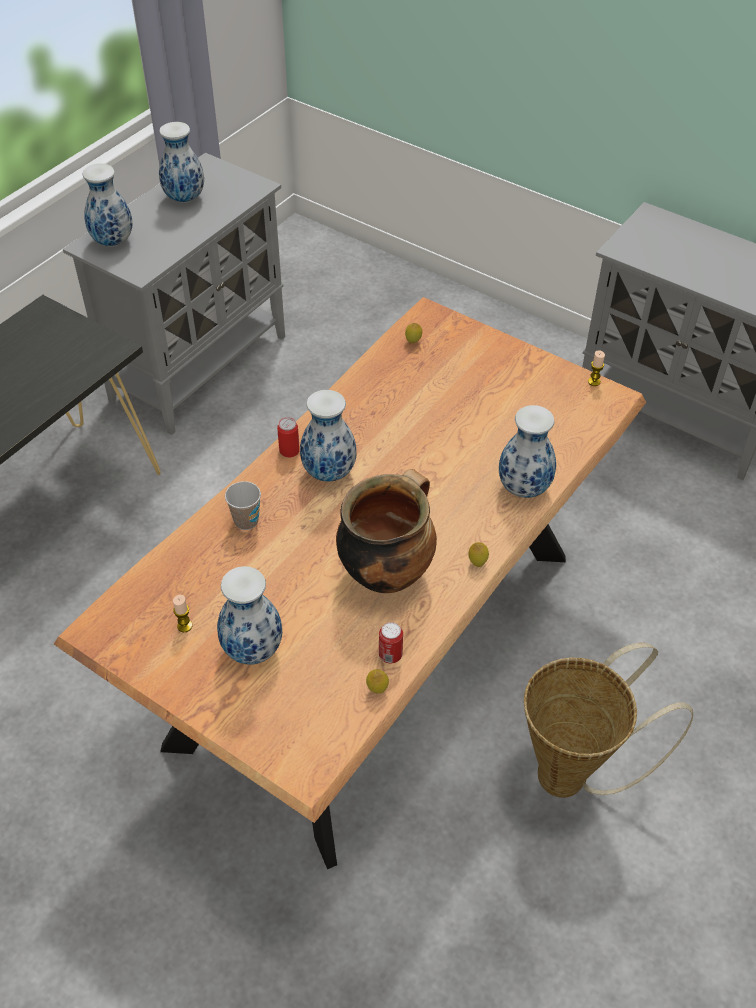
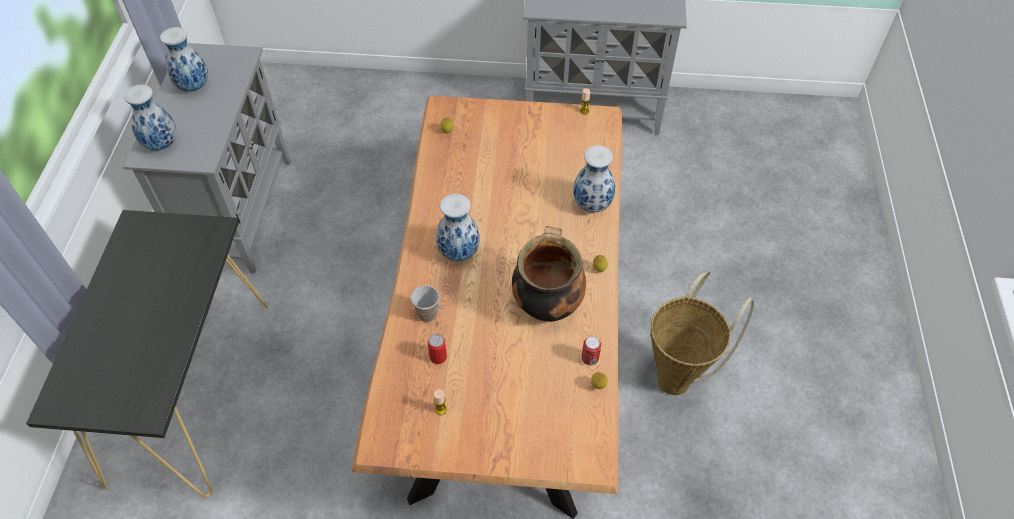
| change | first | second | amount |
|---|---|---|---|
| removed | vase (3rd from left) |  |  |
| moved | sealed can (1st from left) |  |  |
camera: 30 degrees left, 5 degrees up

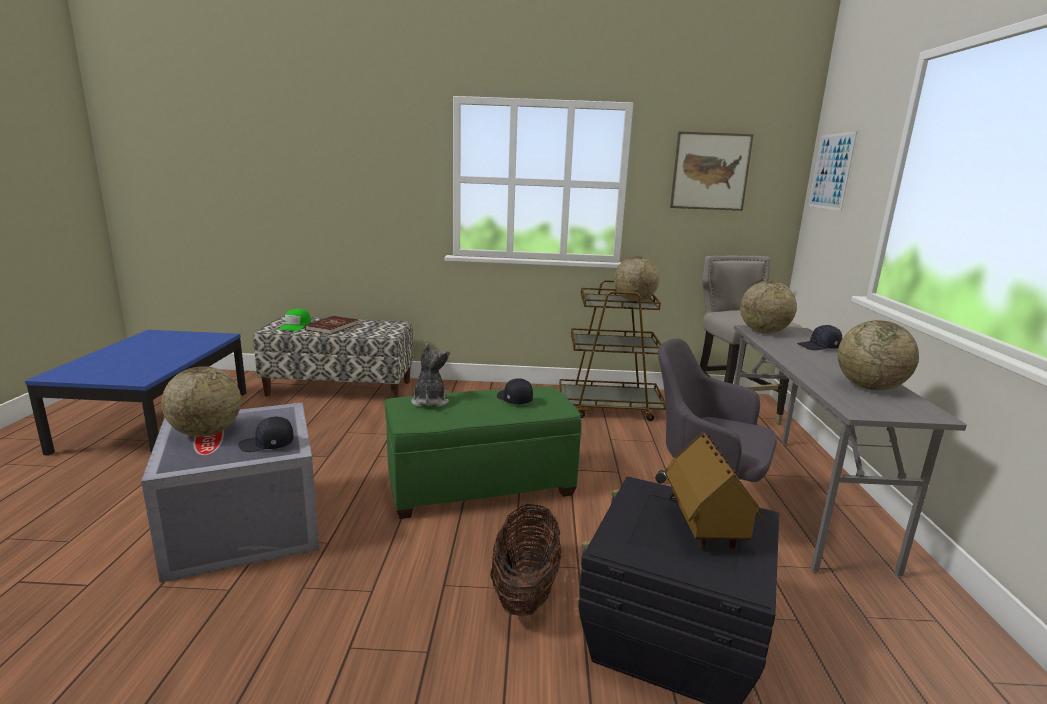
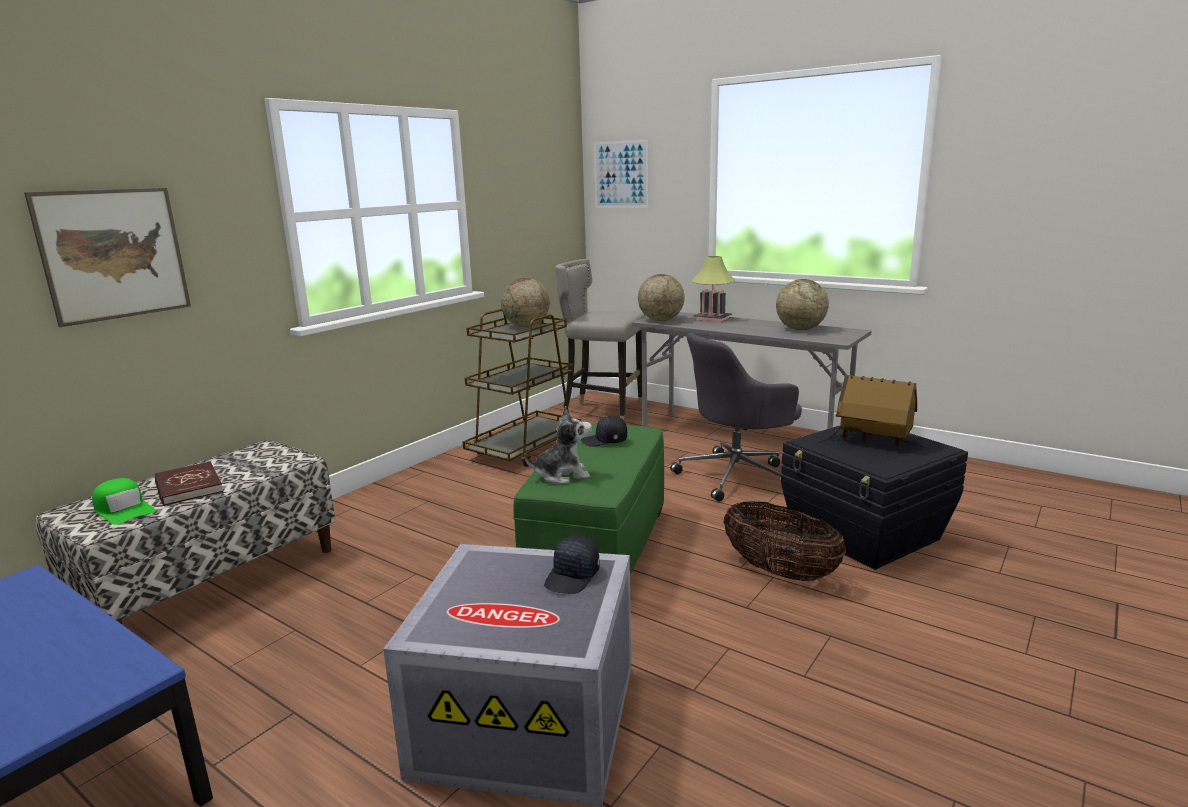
| change | first | second | amount |
|---|---|---|---|
| removed | globe (1st from left) |  |  |
| moved | wall picture (1st from left) |  |  |
| replaced | cap (black) (3rd from left) | table lamp |  |
| turned | soft toy |  | 135 degrees clockwise |
camera: 55 degrees left, 0 degrees up

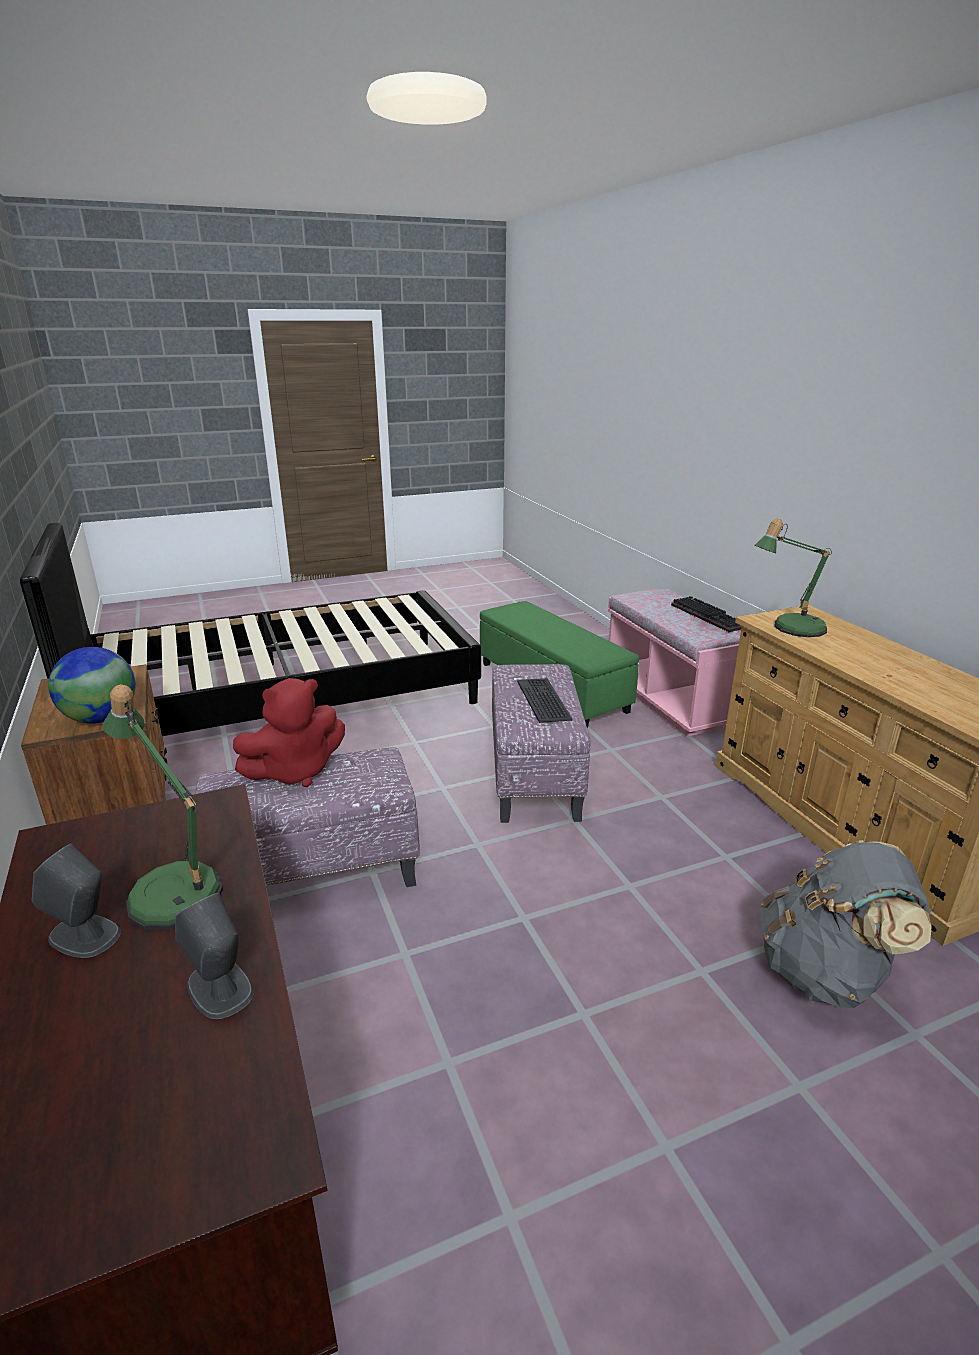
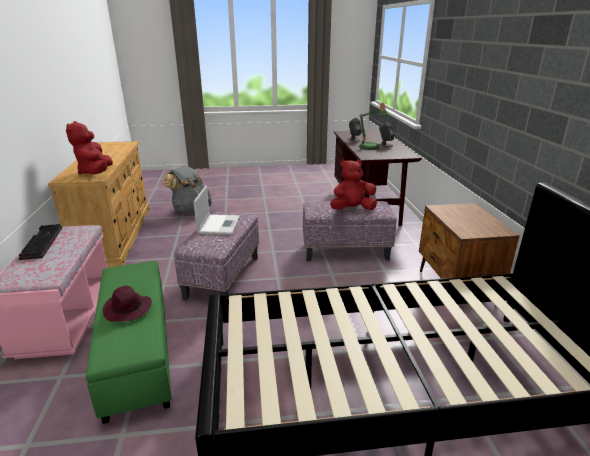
| change | first | second | amount |
|---|---|---|---|
| removed | globe |  |  |
| added |  | wearable hat (purple-coloured) |  |
| replaced | keyboard (1st from left) | notebook computer |  |
| replaced | table lamp (2nd from left) | soft toy (reddish) (1st from left) |  |
camera: 165 degrees left, 0 degrees up

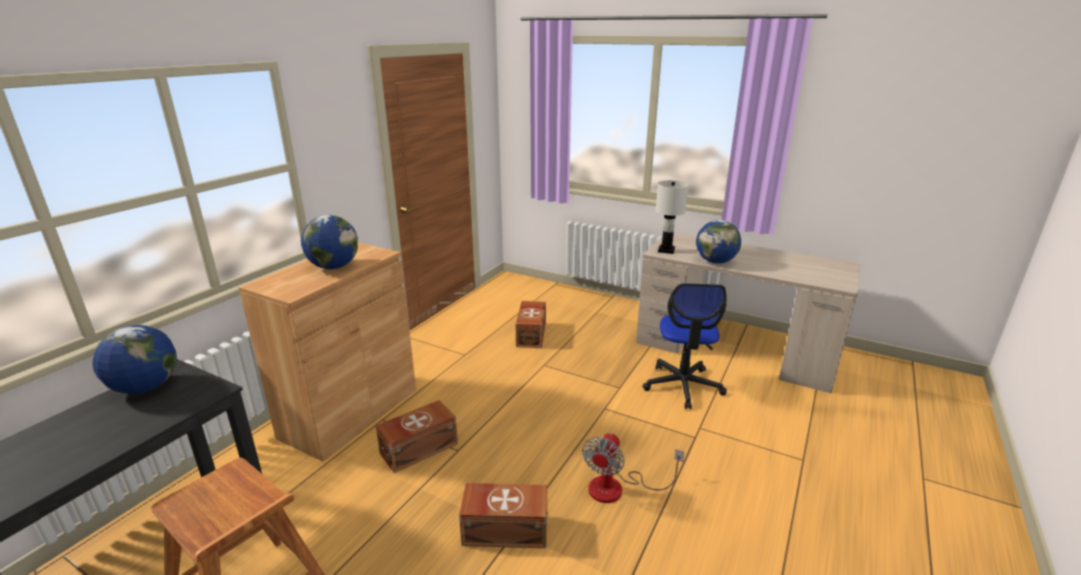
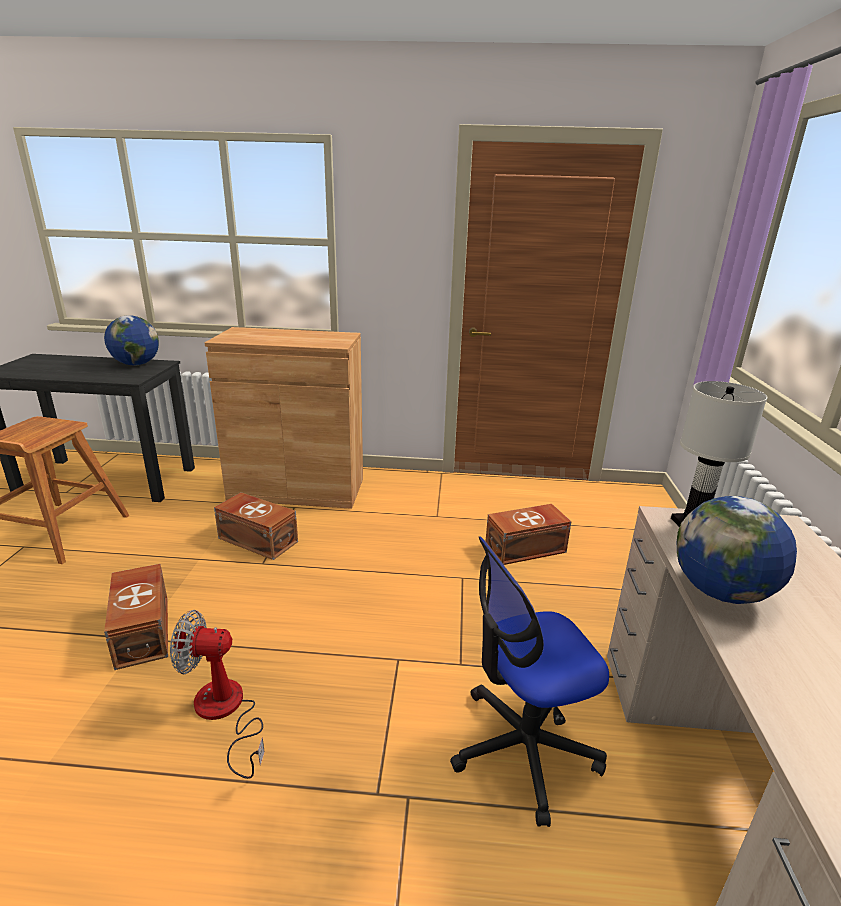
| change | first | second | amount |
|---|---|---|---|
| removed | globe (2nd from left) |  |  |
camera: 65 degrees right, 0 degrees up

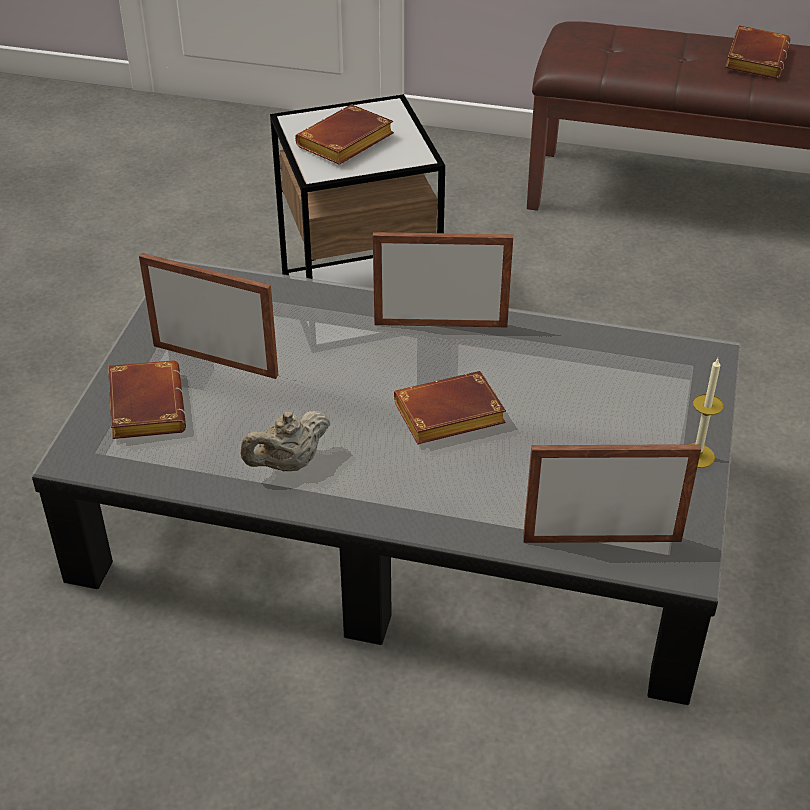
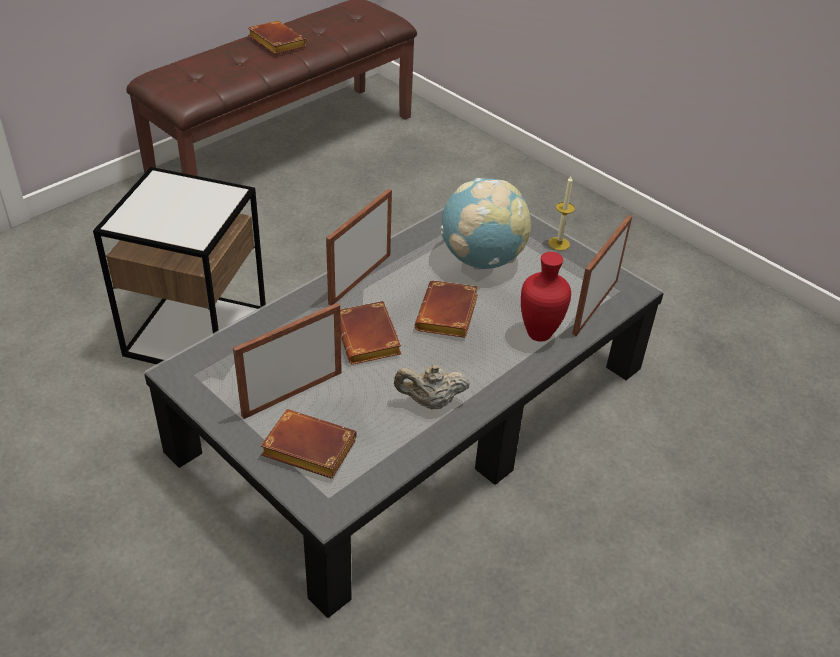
| change | first | second | amount |
|---|---|---|---|
| added |  | globe |  |
| added |  | vase (reddish) |  |
| moved | volume (brownish) (2nd from left in the first image) | volume (brownish) (3rd from left) |  |
| turned | pot for tea (beige-coloured) |  | 90 degrees clockwise |
camera: 60 degrees left, 0 degrees up

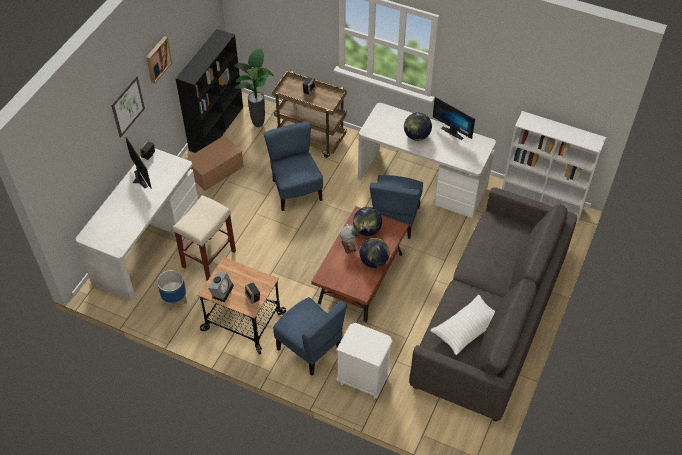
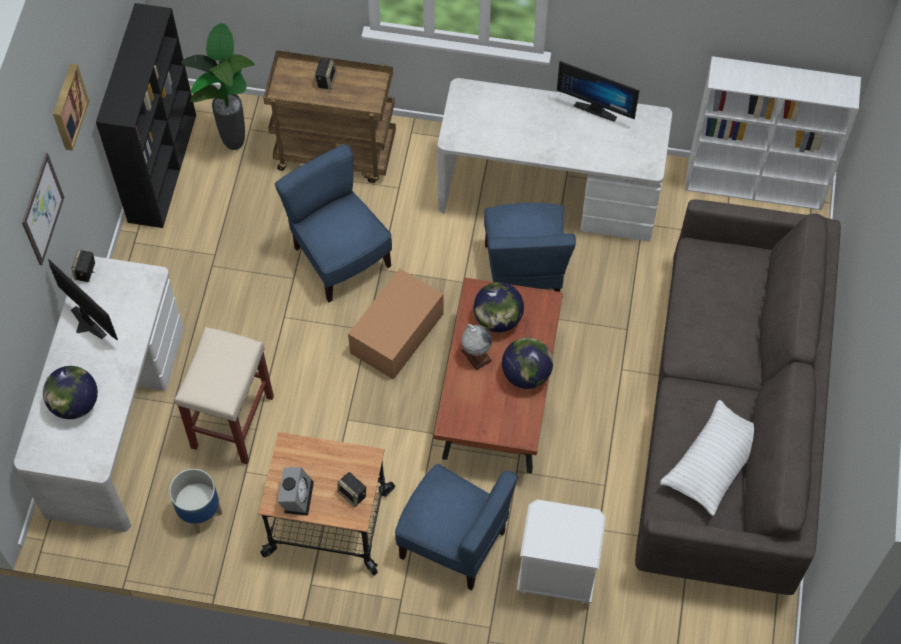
| change | first | second | amount |
|---|---|---|---|
| moved | carton |  |  |
| moved | globe (4th from left in the first image) | globe (1st from left) |  |
camera: 15 degrees left, 10 degrees up

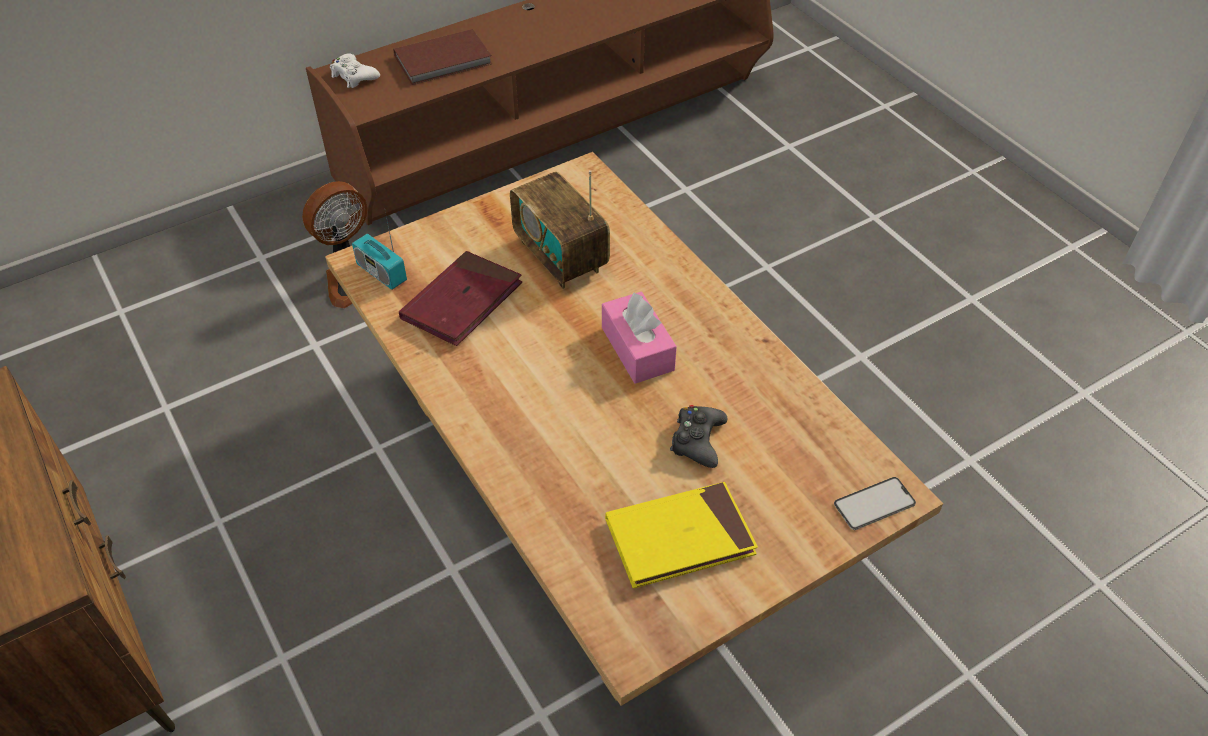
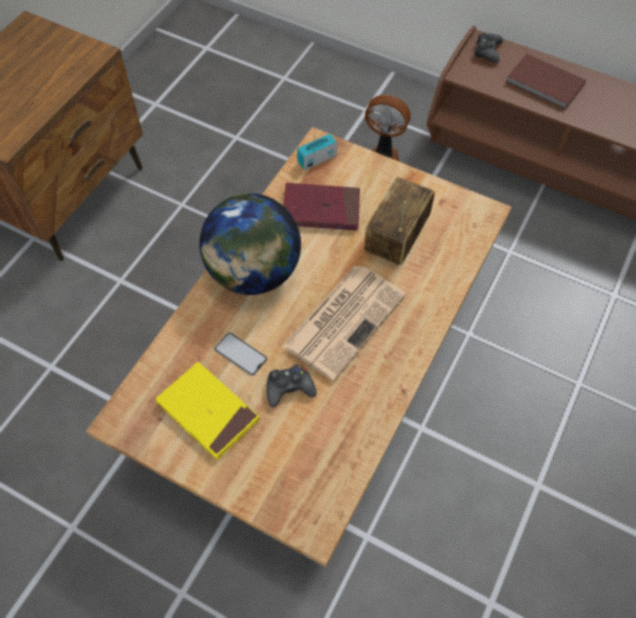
| change | first | second | amount |
|---|---|---|---|
| added |  | globe |  |
| moved | telephone |  |  |
| replaced | tissue box (pinkish) | daily paper |  |
| recoloured | joypad (white-coloured) | joypad (black) (2nd from left) |  |
| turned | radio receiver (1st from left) |  | 45 degrees clockwise |
camera: 60 degrees right, 10 degrees up

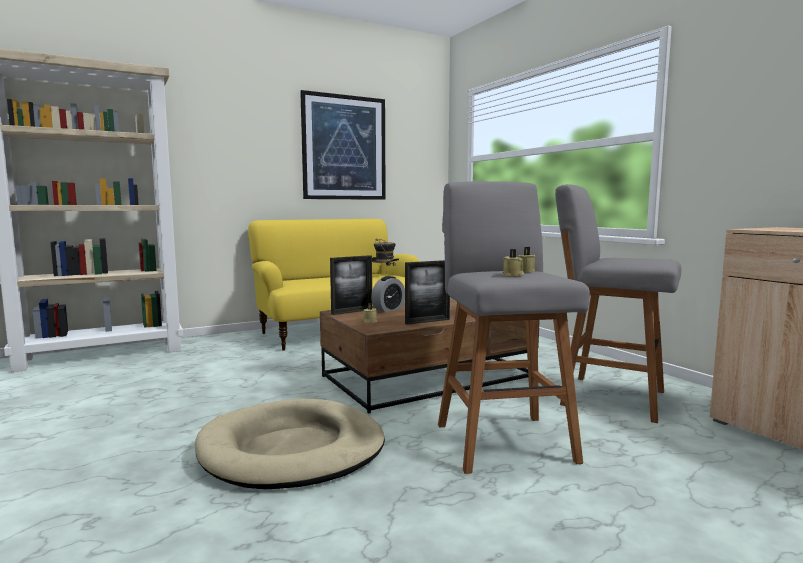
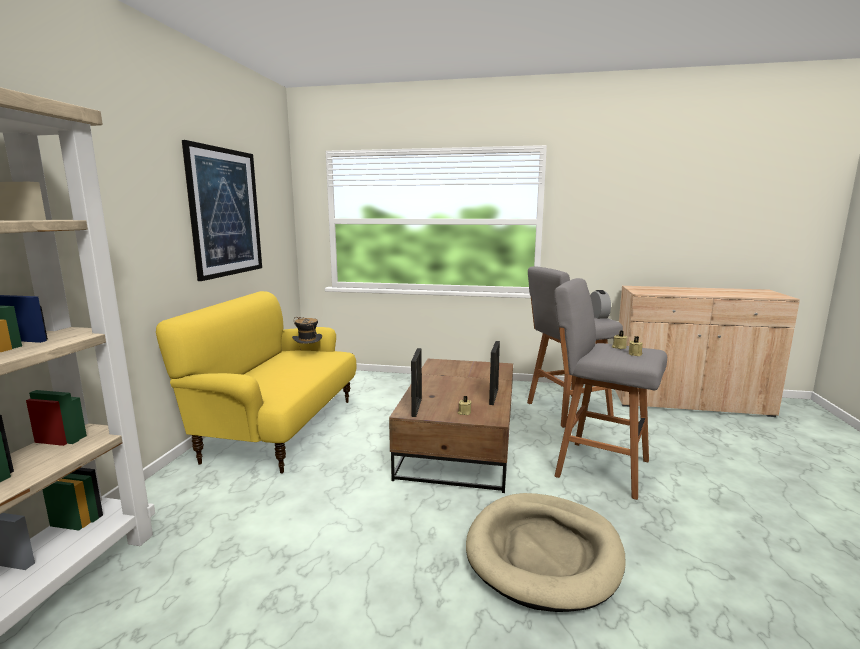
| change | first | second | amount |
|---|---|---|---|
| moved | alarm clock |  |  |
camera: 50 degrees left, 5 degrees up

